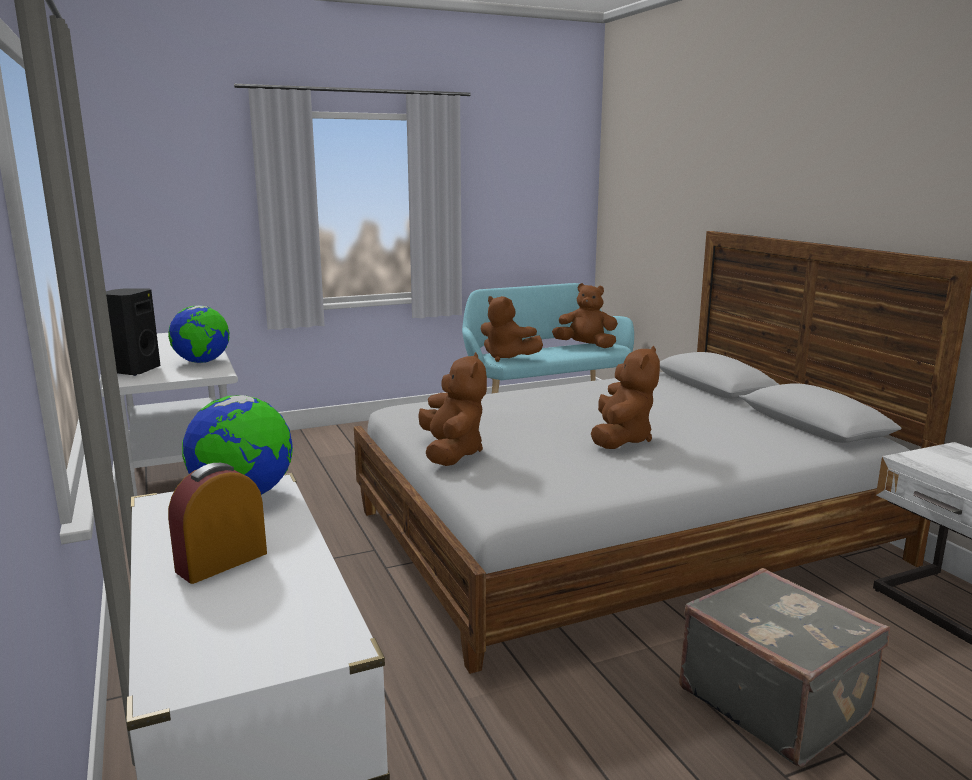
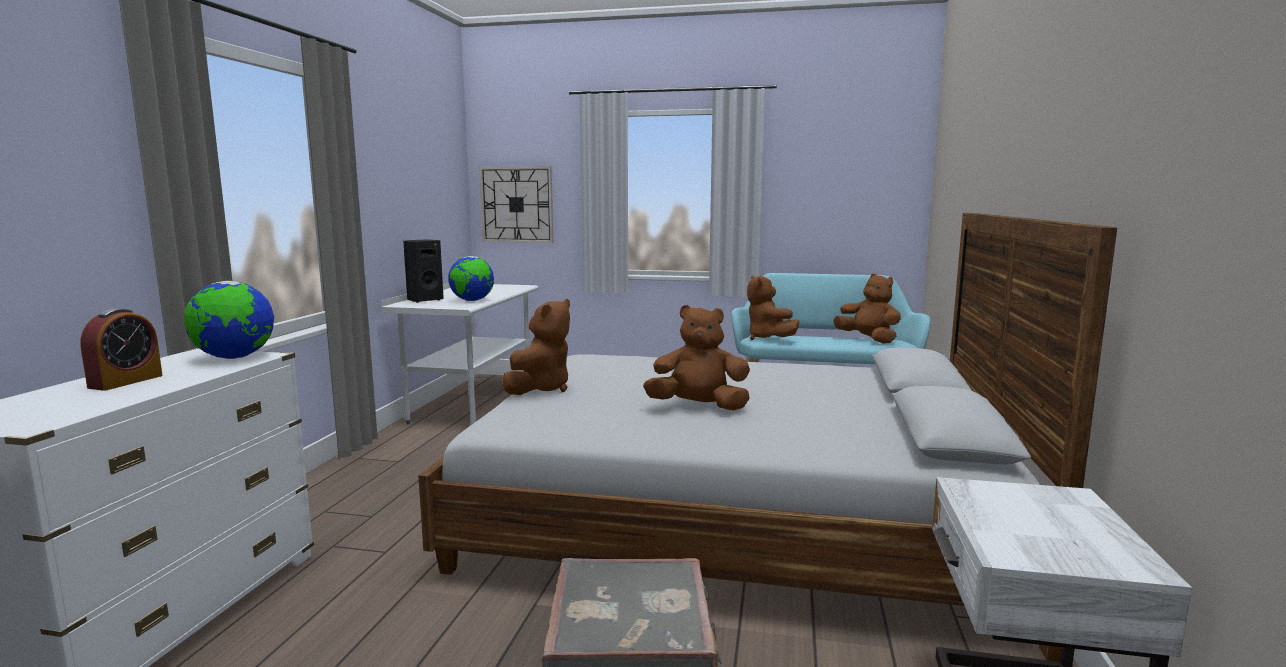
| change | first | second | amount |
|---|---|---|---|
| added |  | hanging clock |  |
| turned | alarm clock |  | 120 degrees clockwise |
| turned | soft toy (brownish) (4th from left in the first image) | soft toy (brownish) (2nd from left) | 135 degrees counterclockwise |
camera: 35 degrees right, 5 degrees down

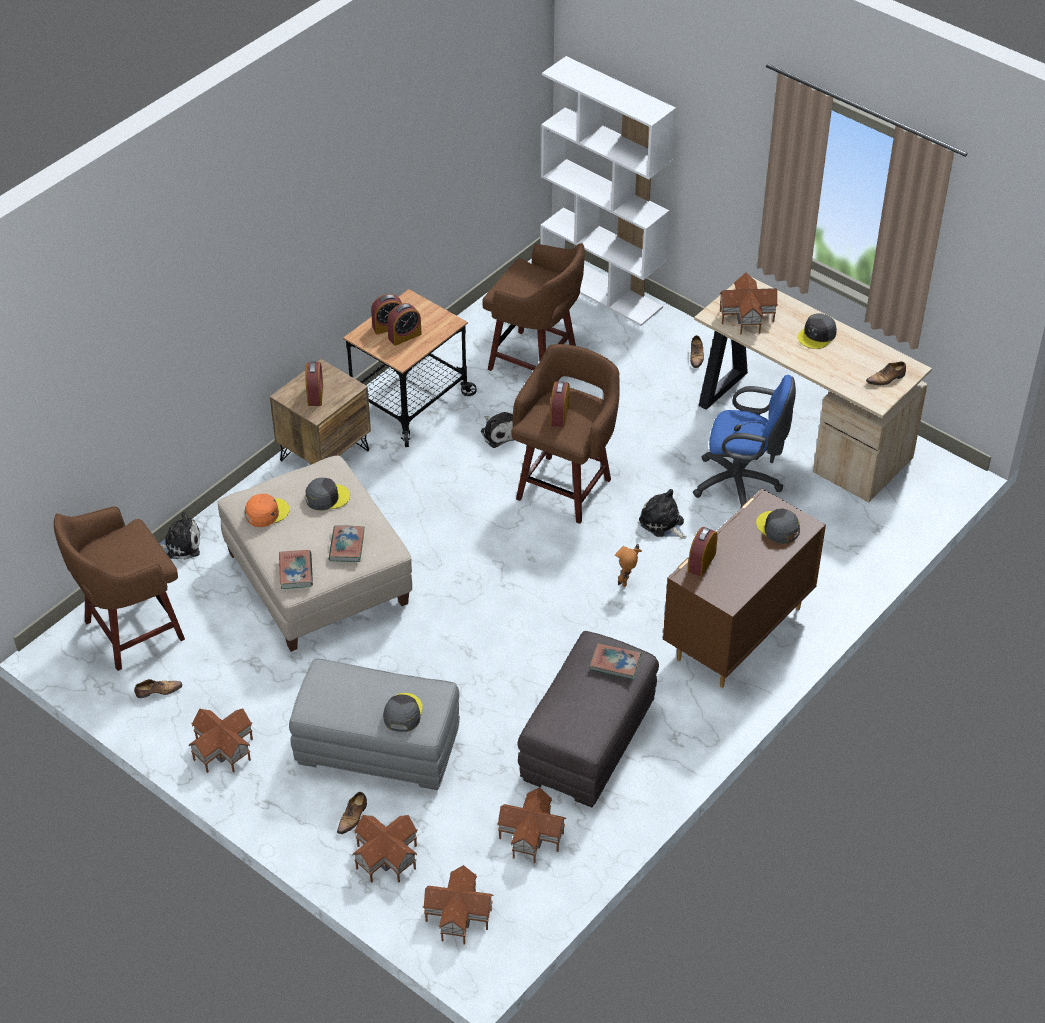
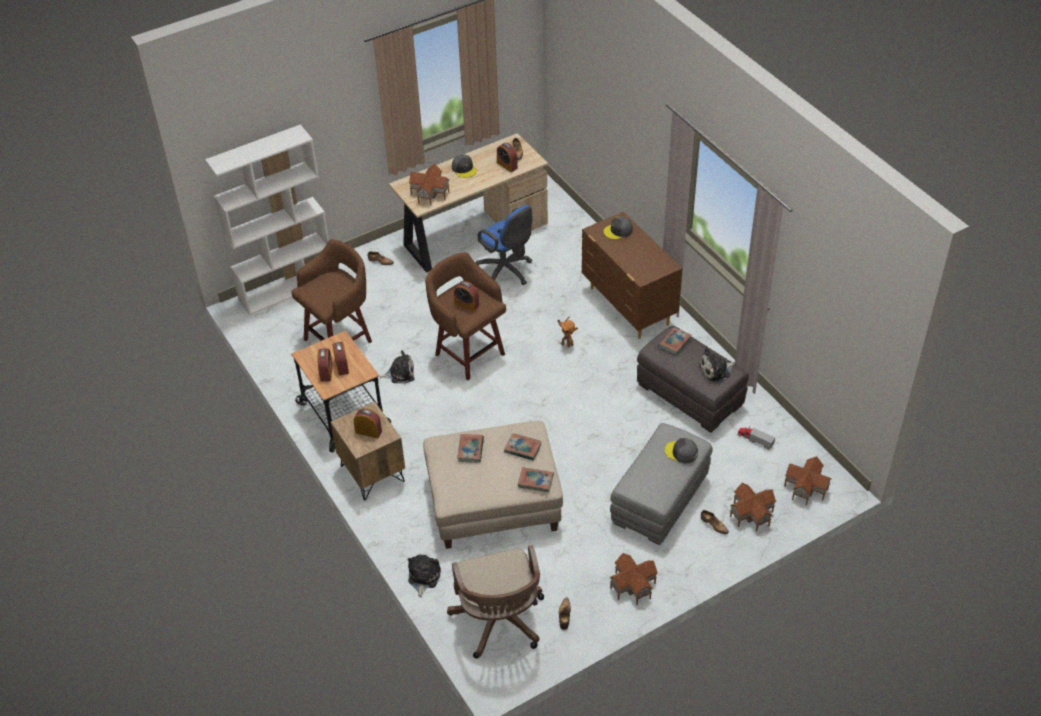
| change | first | second | amount |
|---|---|---|---|
| removed | cap (orange-coloured) |  |  |
| moved | soft toy (3rd from left) |  |  |
| moved | alarm clock (5th from left) |  |  |
| replaced | stool seat (brownish) (1st from left) | desk chair (brownish) |  |
| replaced | cap (greyish) (1st from left) | volume (1st from left) |  |
| replaced | toy house (4th from left) | model truck |  |
| turned | desk chair (blue-coloured) |  | 105 degrees clockwise |
camera: 70 degrees left, 0 degrees up

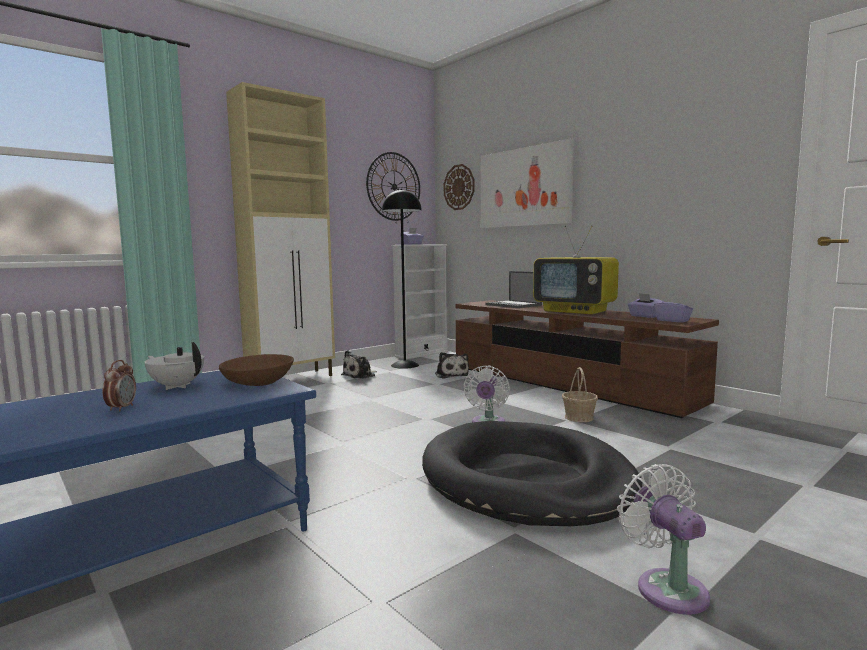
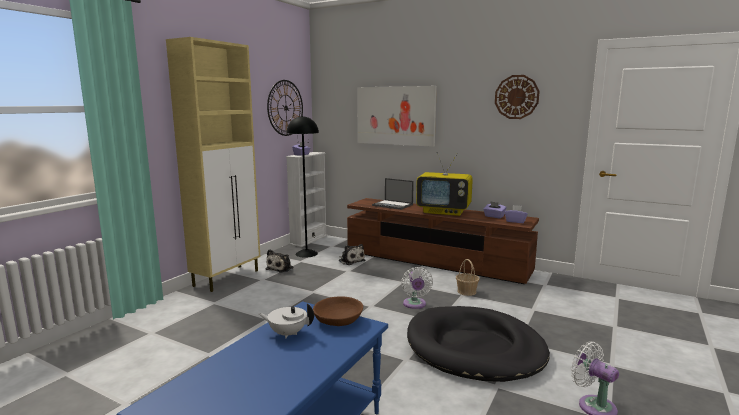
| change | first | second | amount |
|---|---|---|---|
| removed | alarm clock |  |  |
| moved | hanging clock (2nd from left) |  |  |
camera: 20 degrees left, 5 degrees up

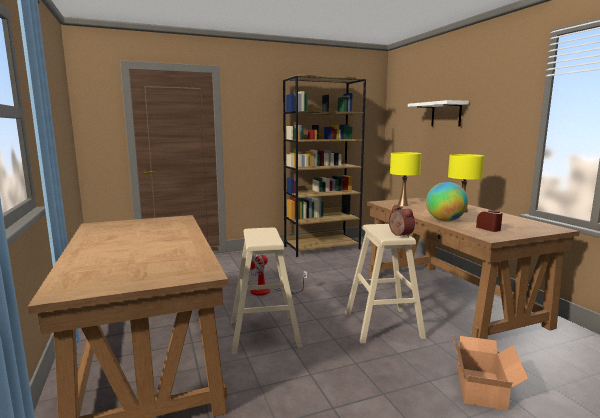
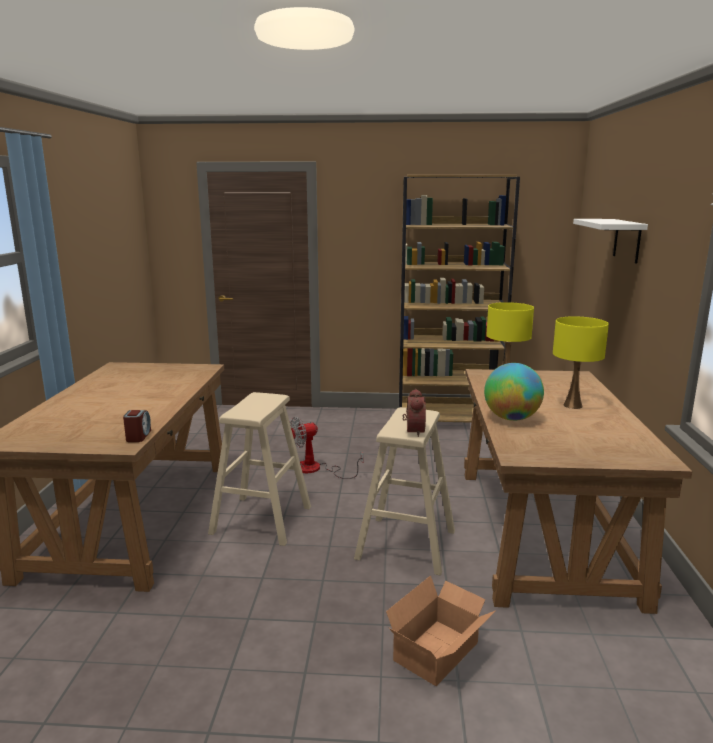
| change | first | second | amount |
|---|---|---|---|
| moved | alarm clock (2nd from left in the first image) | alarm clock (1st from left) |  |
camera: 25 degrees right, 5 degrees up

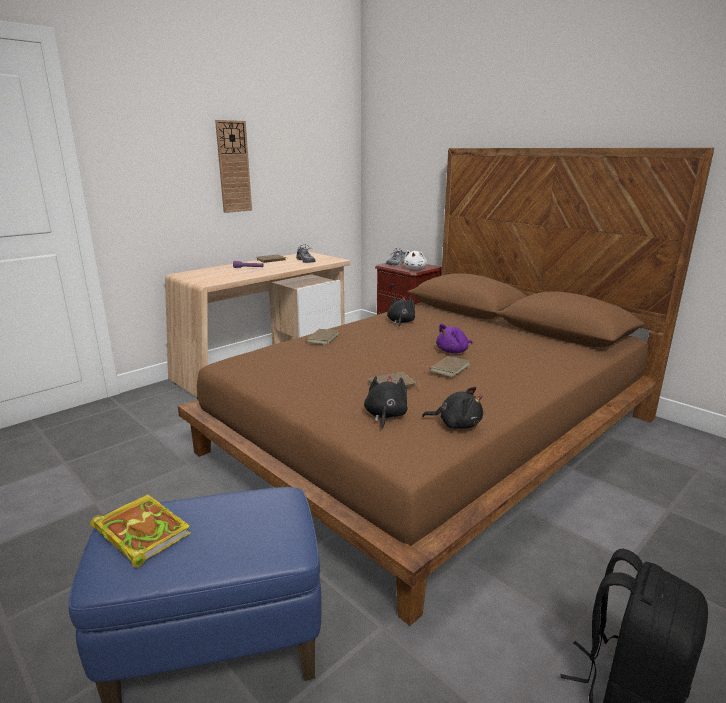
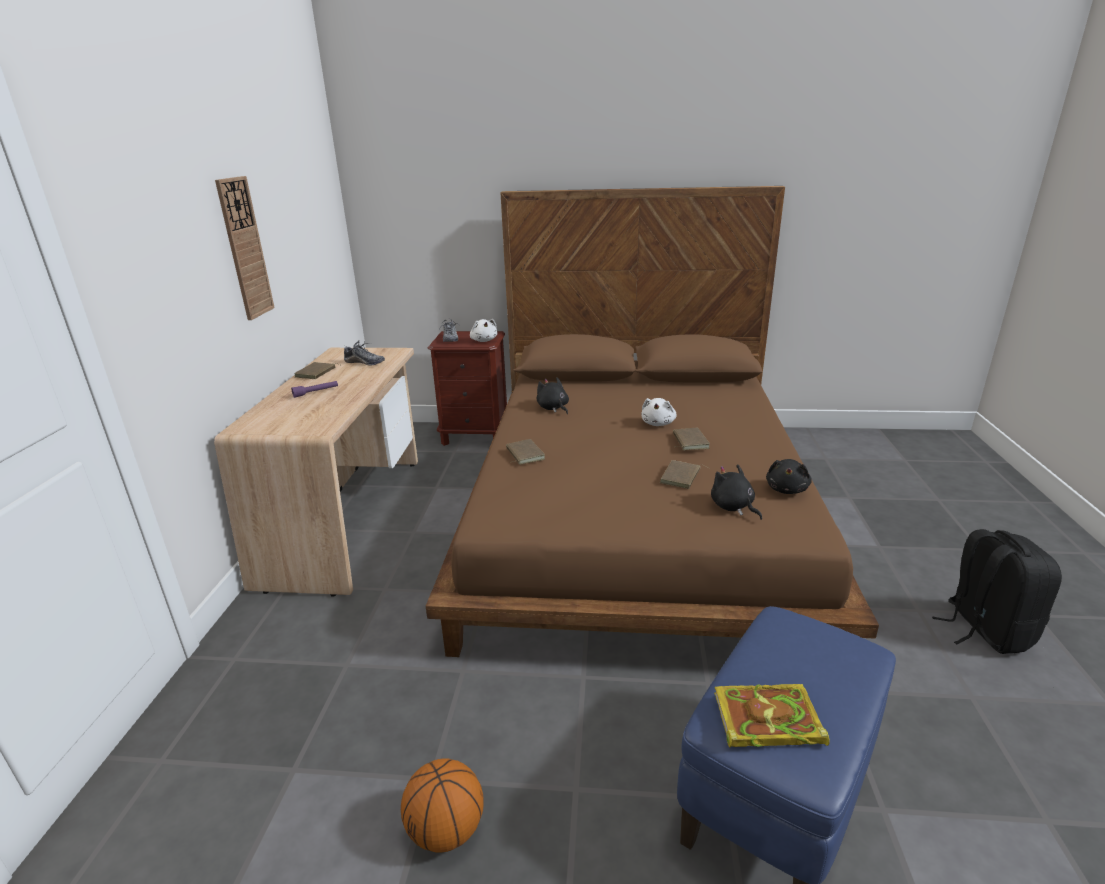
| change | first | second | amount |
|---|---|---|---|
| added |  | basketball |  |
| recoloured | soft toy (purple-coloured) | soft toy (white-coloured) (2nd from left) |  |
| turned | soft toy (black) (3rd from left) |  | 135 degrees clockwise |
camera: 40 degrees left, 5 degrees up

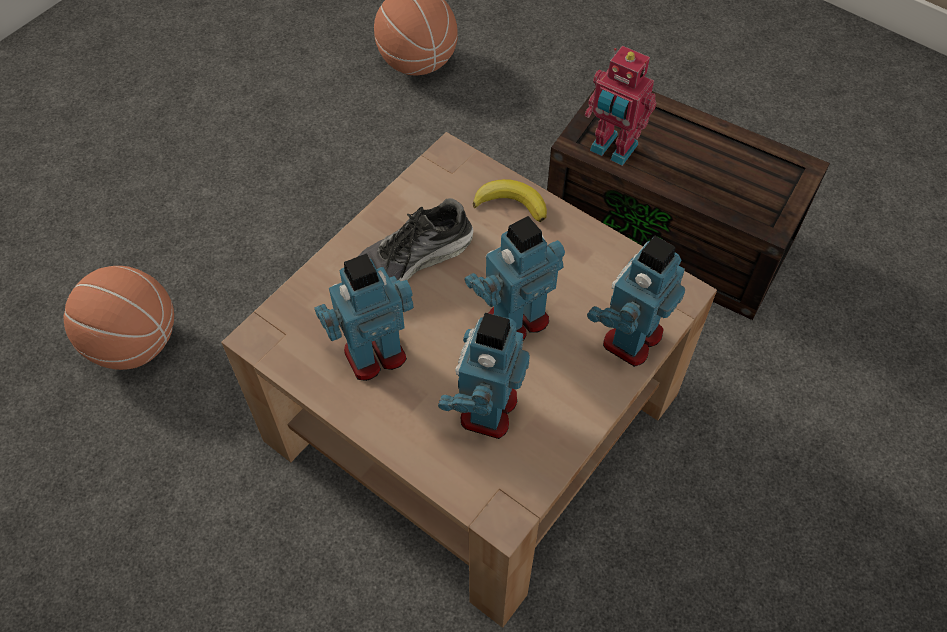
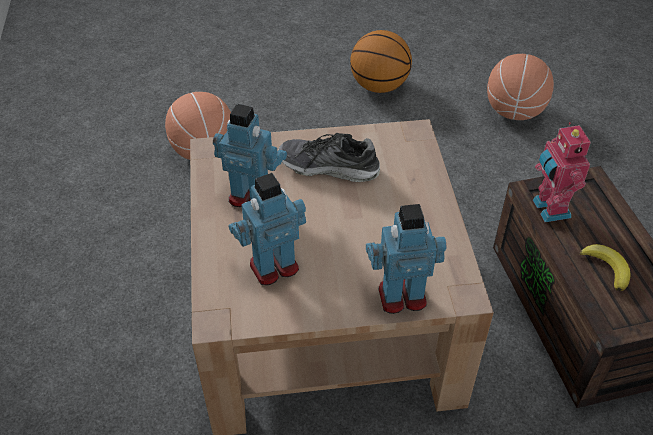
| change | first | second | amount |
|---|---|---|---|
| removed | toy robot (3rd from left) |  |  |
| added |  | basketball (2nd from left) |  |
| moved | banana |  |  |
camera: 45 degrees right, 10 degrees down

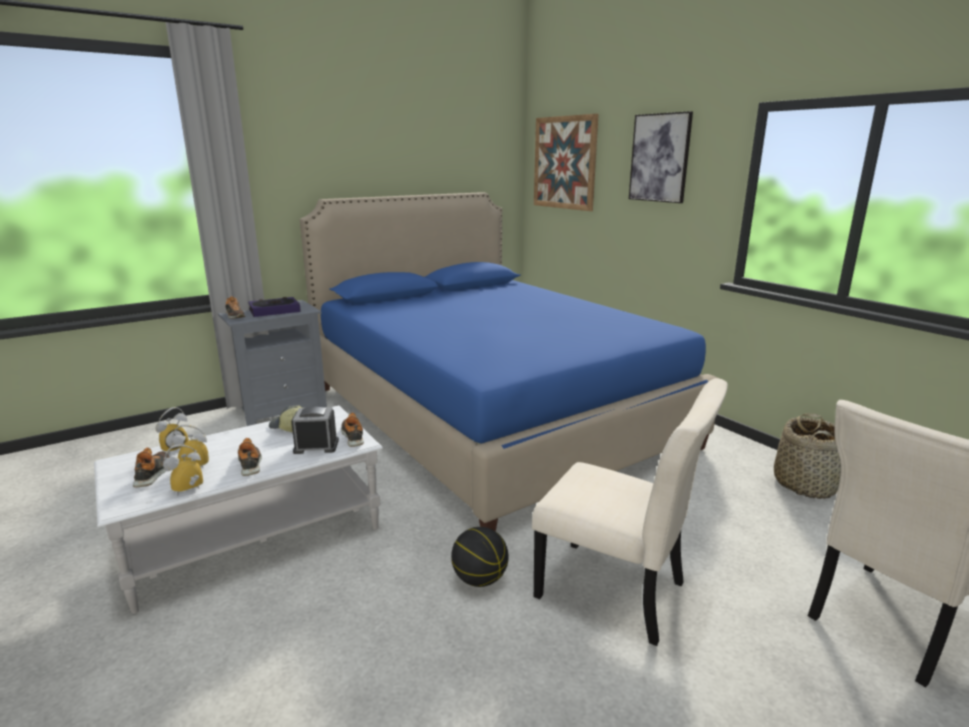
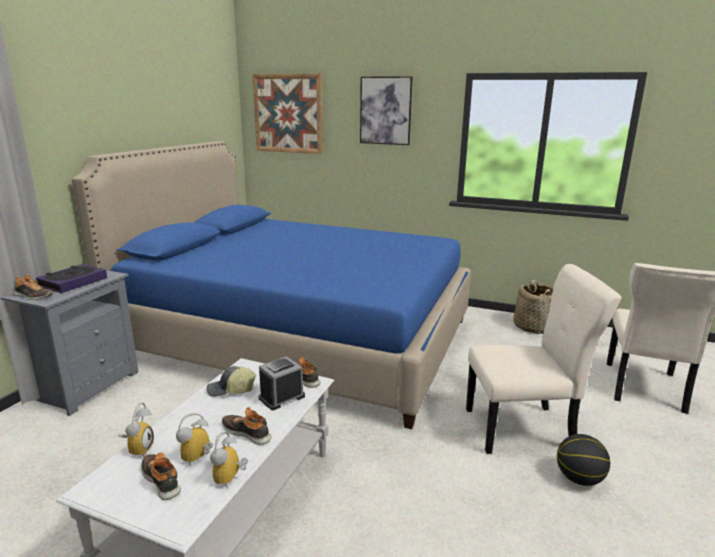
| change | first | second | amount |
|---|---|---|---|
| moved | basketball |  |  |
camera: 35 degrees left, 0 degrees up

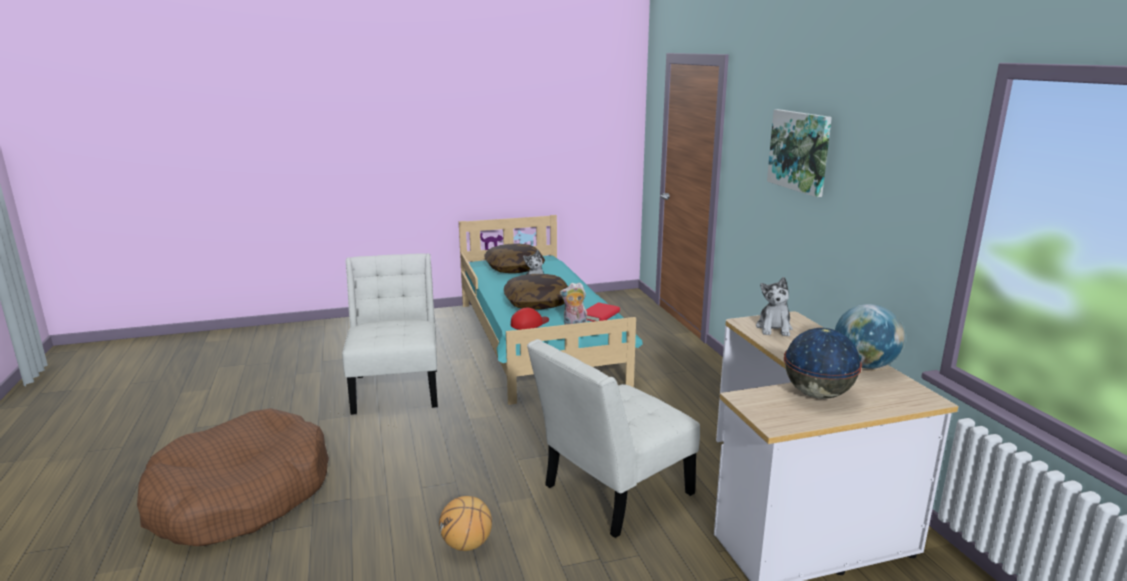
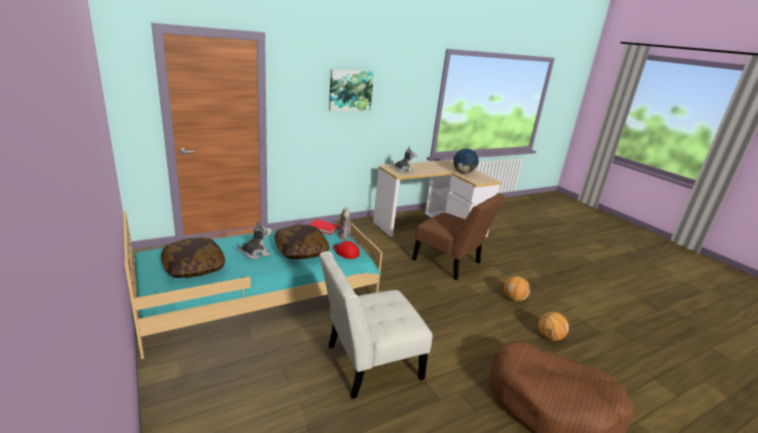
| change | first | second | amount |
|---|---|---|---|
| removed | globe (2nd from left) |  |  |
| added |  | basketball (2nd from left) |  |
| recoloured | plain chair (white-coloured) (2nd from left) | plain chair (brownish) |  |
camera: 105 degrees left, 5 degrees up

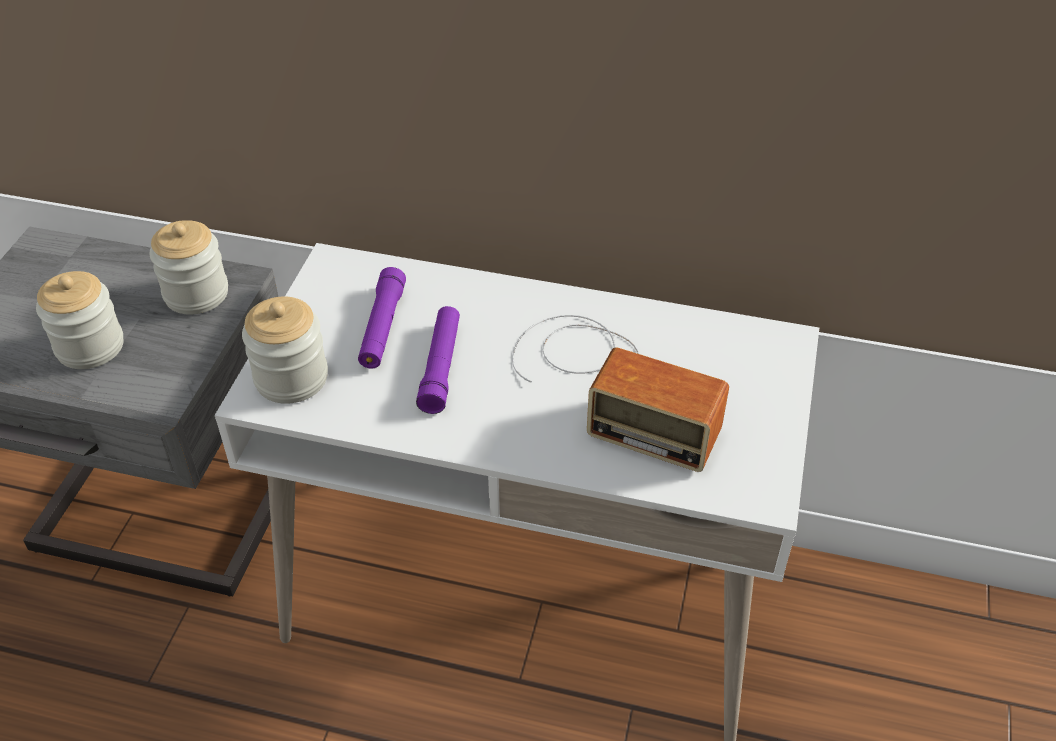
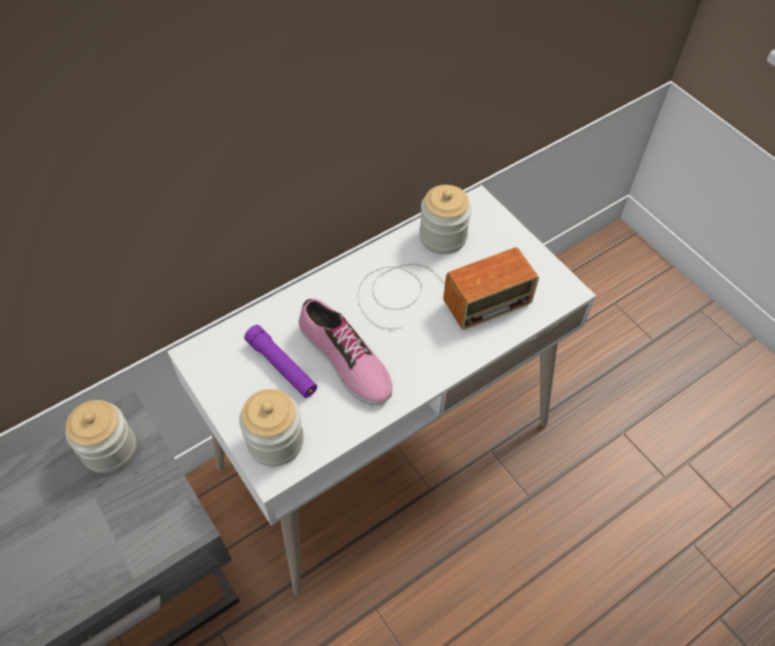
| change | first | second | amount |
|---|---|---|---|
| moved | jar (1st from left in the first image) | jar (3rd from left) |  |
| replaced | torch (purple-coloured) (2nd from left) | low shoe |  |
camera: 50 degrees left, 10 degrees up

